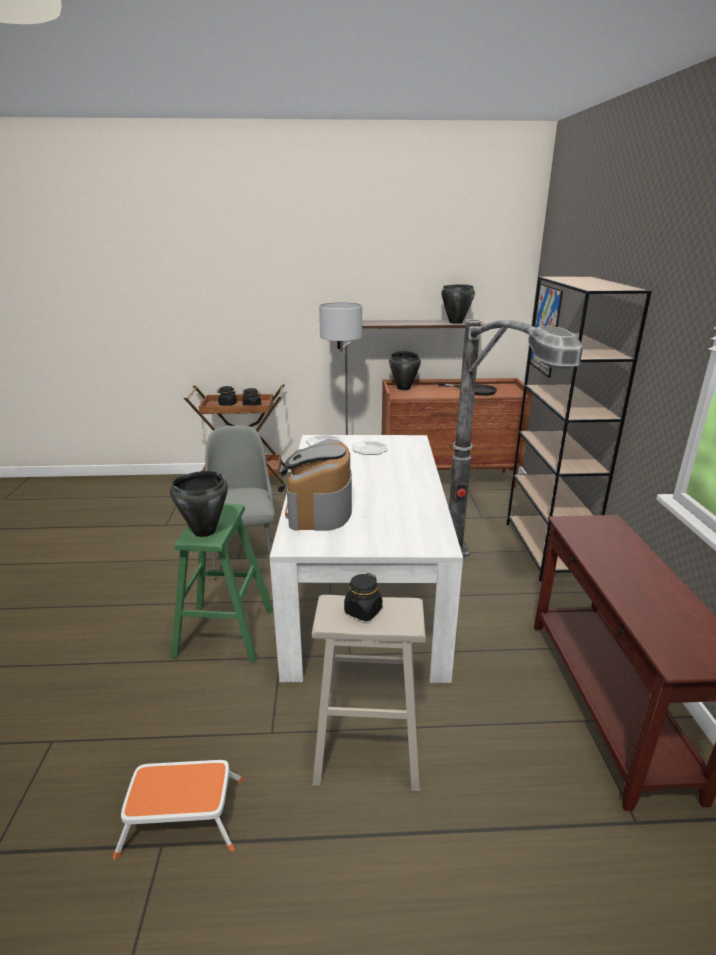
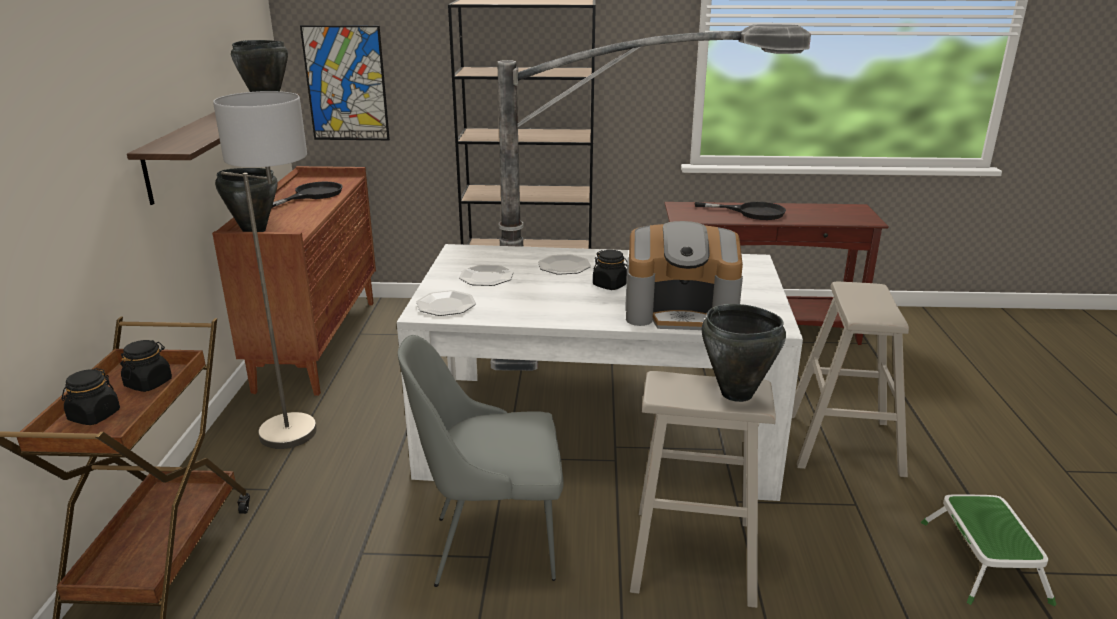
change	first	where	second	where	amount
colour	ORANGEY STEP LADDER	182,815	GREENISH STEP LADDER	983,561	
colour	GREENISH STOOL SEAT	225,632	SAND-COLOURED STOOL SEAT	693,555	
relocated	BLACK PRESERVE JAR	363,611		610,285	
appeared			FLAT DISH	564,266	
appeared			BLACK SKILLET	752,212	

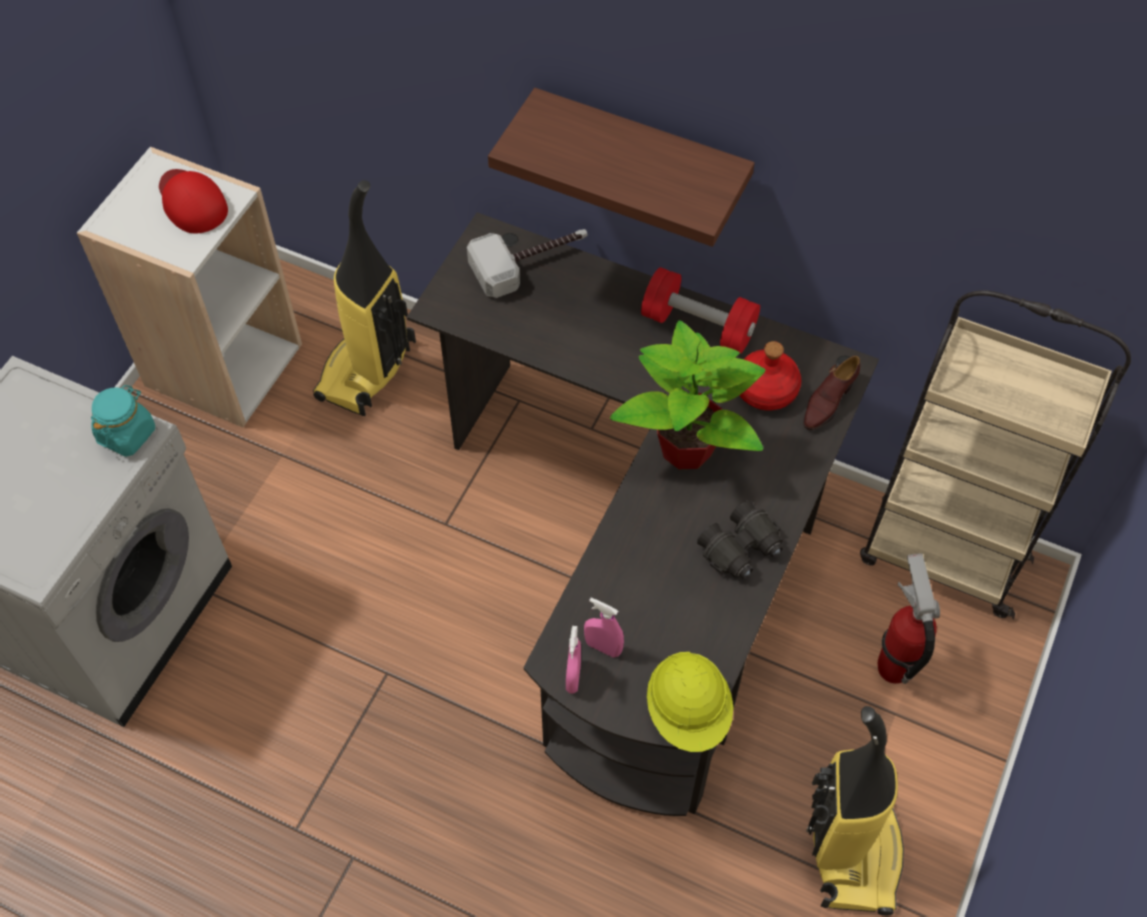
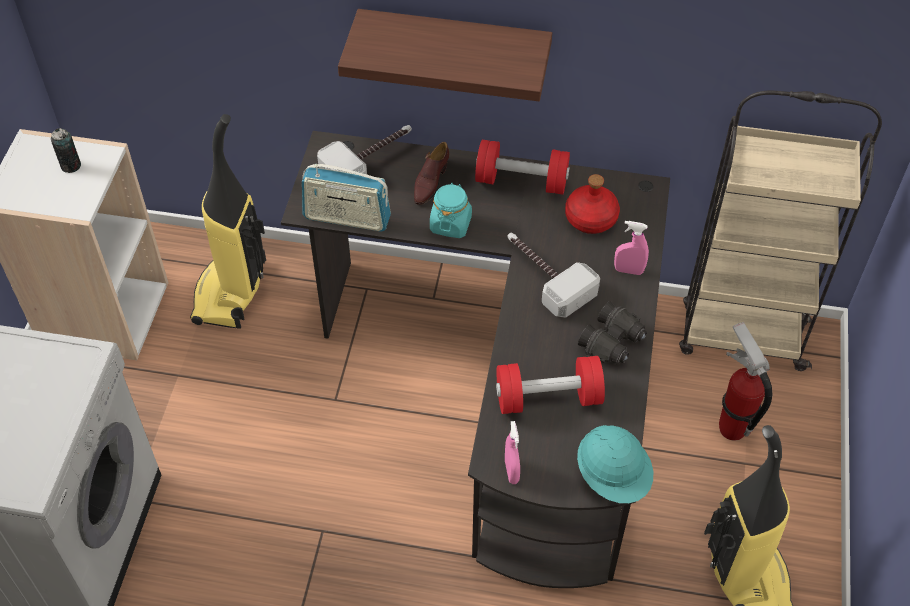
change	first	where	second	where	amount
relocated	TURQUOISE-COLOURED PRESERVE JAR	127,434		450,224	
exchanged	RED-COLOURED BASEBALL CAP	192,202	CAN	71,166	
relocated	PINKISH SPRAY BOTTLE	603,647		628,270	
exchanged	PLANT IN A POT	688,448	HAND HAMMER	544,275	
colour	YELLOW-COLOURED WORK HELMET	688,712	TURQUOISE-COLOURED WORK HELMET	613,476	
relocated	BROWN LOW SHOE	828,401		430,182	
appeared			RADIO	347,218	
appeared			RED-COLOURED FREE WEIGHT	548,398	

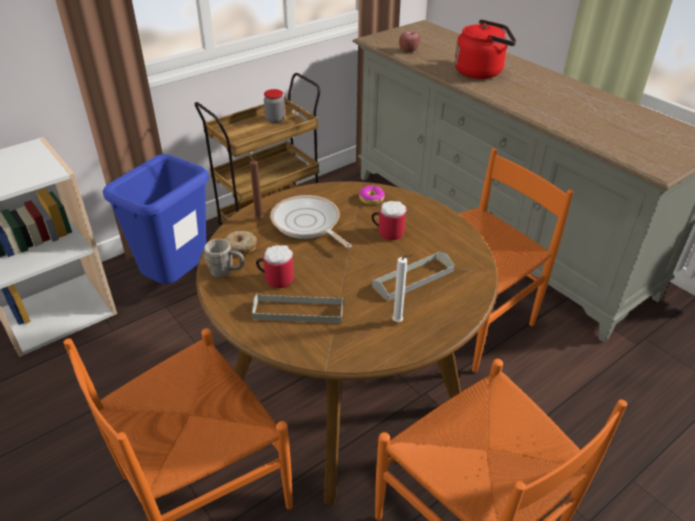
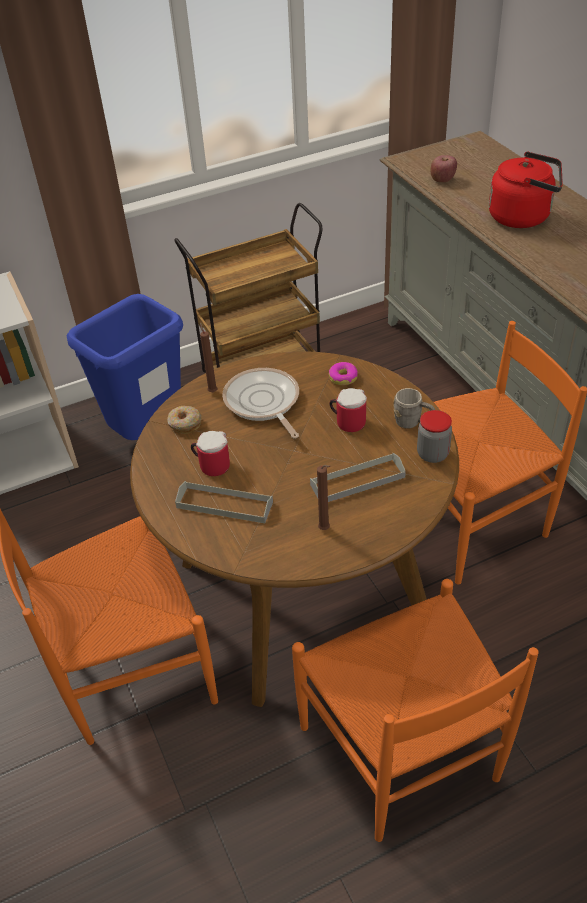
change	first	where	second	where	amount
relocated	GREY MUG	226,271		412,422	
relocated	PRESERVE JAR	275,119		432,454	
colour	WHITE CANDLE	399,322	BROWN CANDLE	325,530	

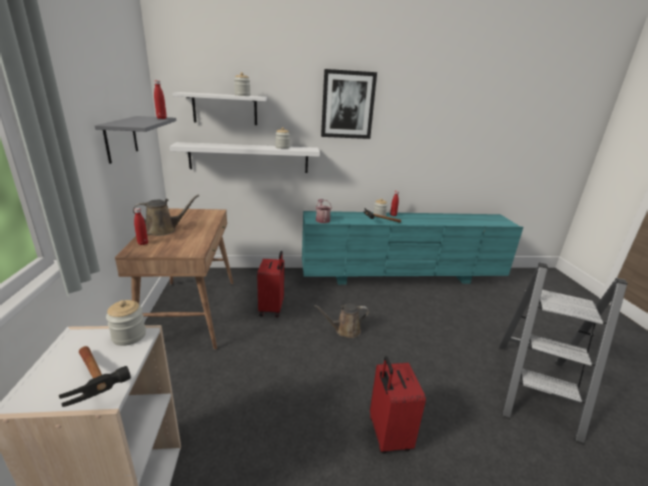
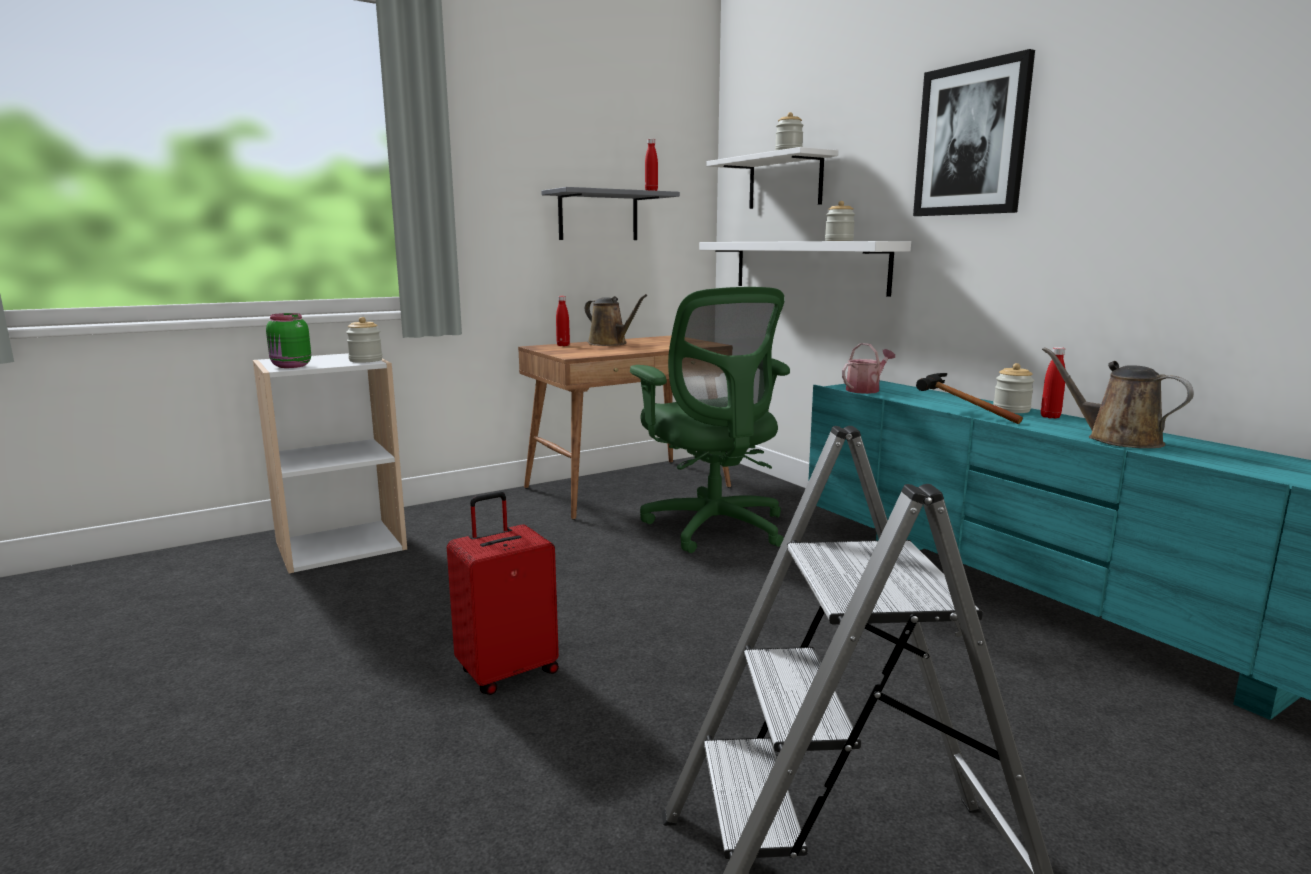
change	first	where	second	where	amount
exchanged	HAND HAMMER	99,388	GREENISH PRESERVE JAR	291,366	
exchanged	RED-COLOURED PIECE OF LUGGAGE	272,308	GREENISH OFFICE CHAIR	709,524	
relocated	BROWN WATERING CAN	345,330		1116,439	

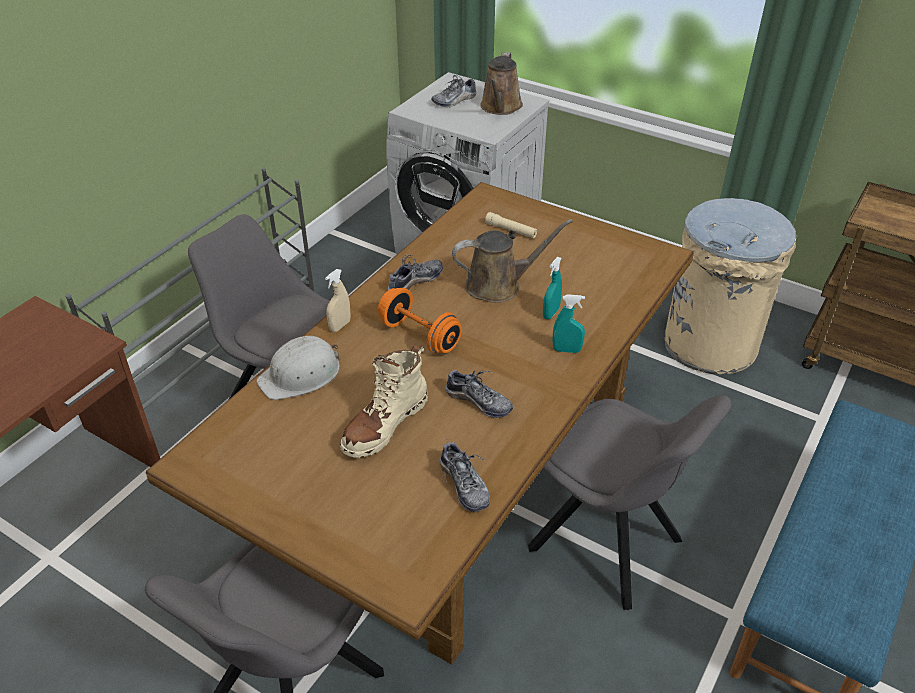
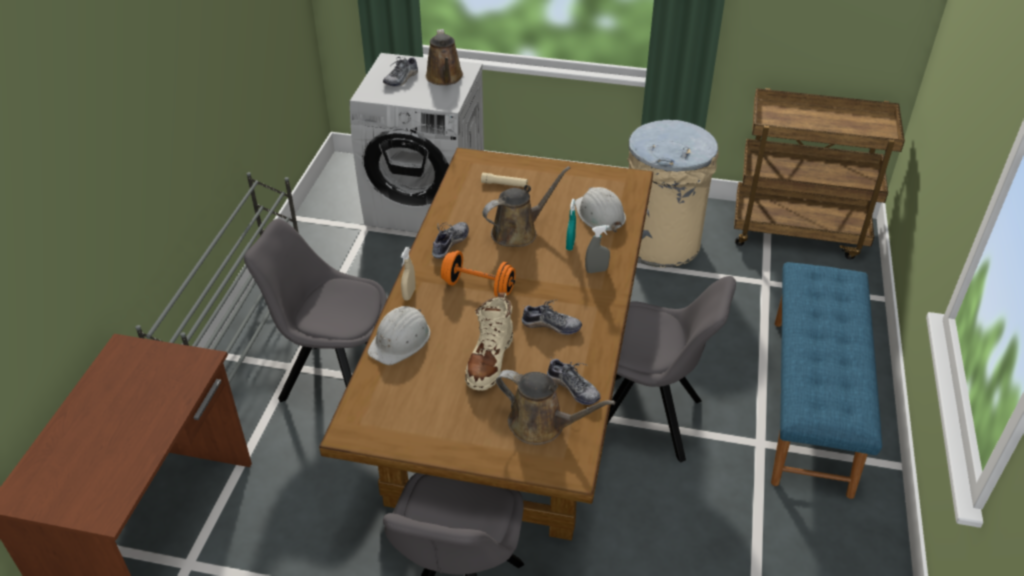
change	first	where	second	where	amount
colour	TURQUOISE-COLOURED SPRAY BOTTLE	566,350	GREY SPRAY BOTTLE	596,270	
appeared			BROWN WATERING CAN	542,425	
appeared			WHITE WORK HELMET	599,214	

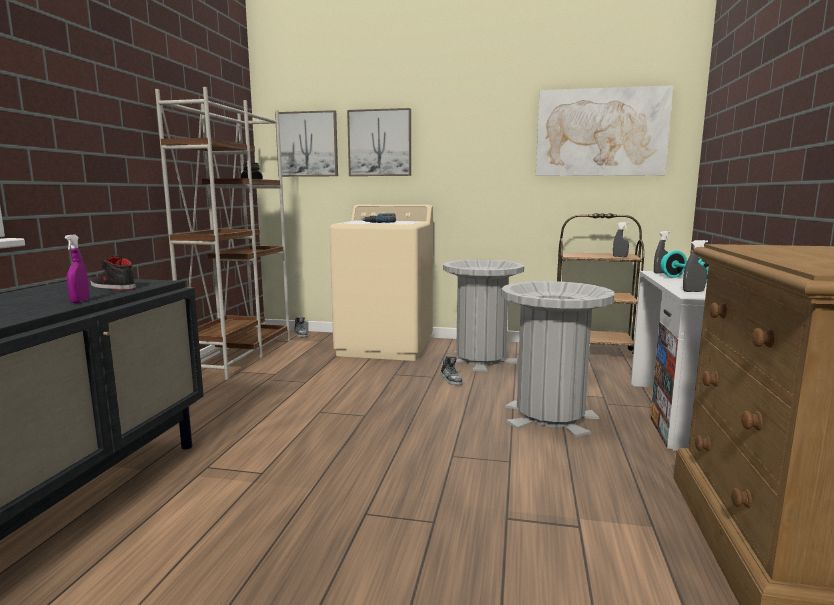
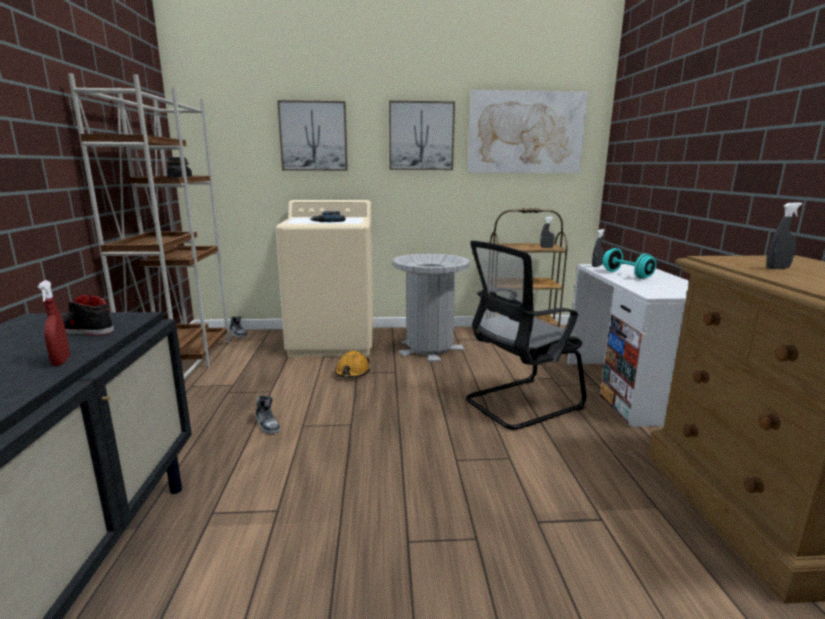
change	first	where	second	where	amount
colour	PURPLISH SPRAY BOTTLE	80,301	RED-COLOURED SPRAY BOTTLE	61,361	
relocated	PICTURE	307,144		421,136	
relocated	LOW SHOE	451,379		267,424	
exchanged	GREY WASTE BIN	550,416	CHAIR	519,404	
relocated	GREY SPRAY BOTTLE	693,291		777,268	
appeared			ORANGEY WORK HELMET	352,372	

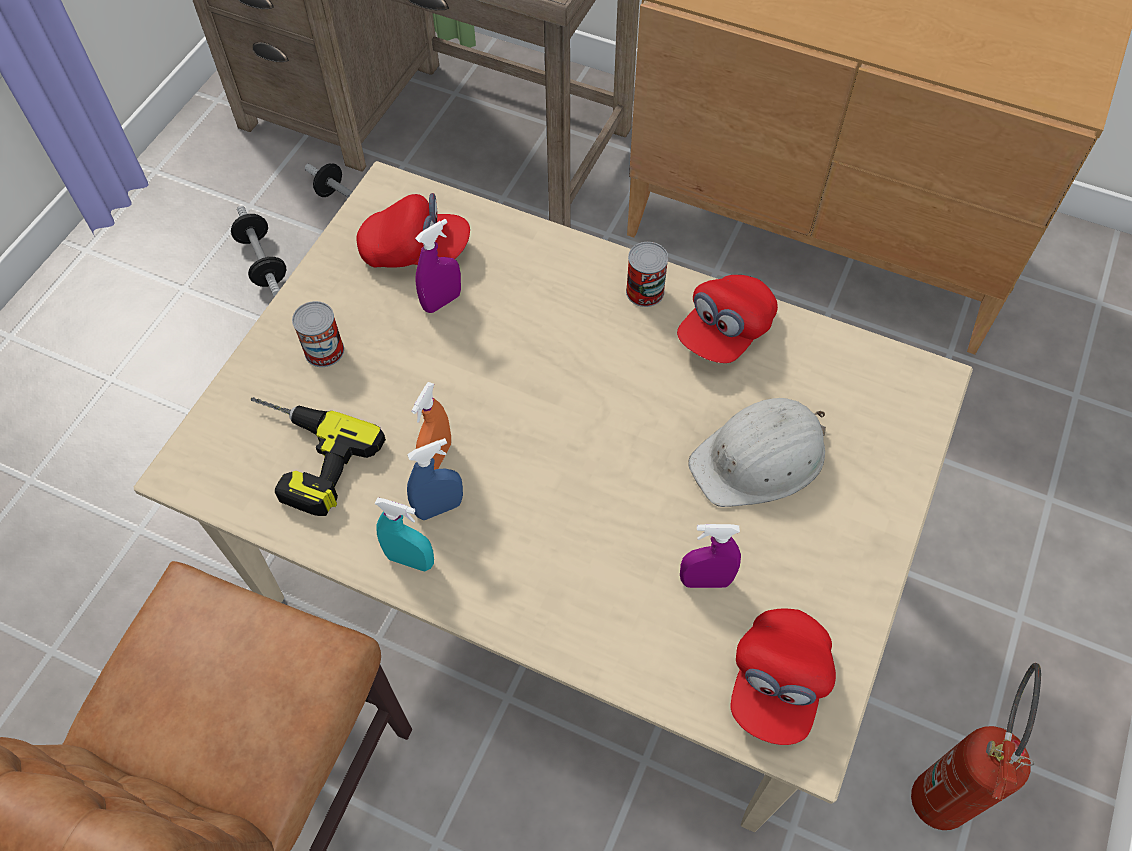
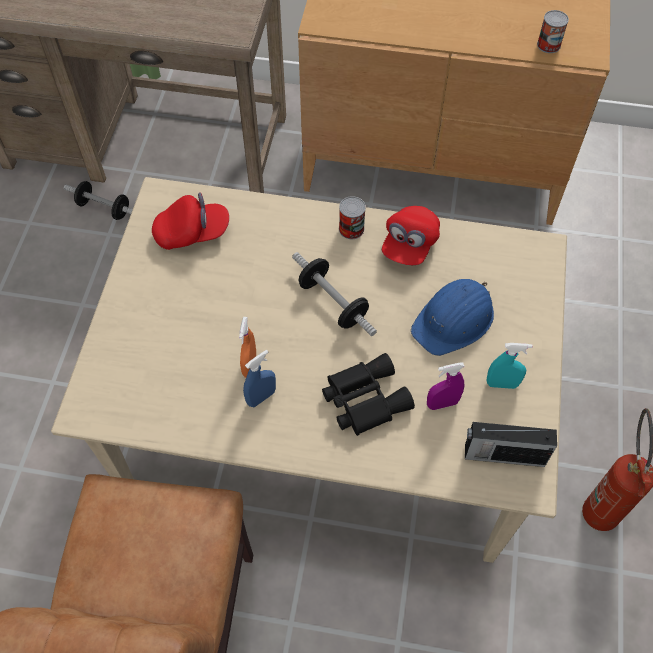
change	first	where	second	where	amount
relocated	FREE WEIGHT	263,262		333,303	
missing	DRILL	300,457			
relocated	CAN	324,350		548,45	
relocated	TURQUOISE-COLOURED SPRAY BOTTLE	410,560		502,384	
missing	PURPLISH SPRAY BOTTLE	442,301			
colour	WHITE WORK HELMET	760,458	BLUISH WORK HELMET	454,320	
exchanged	RED-COLOURED BASEBALL CAP	777,683	RADIO	502,454	
appeared			BLACK FIELD GLASSES	363,398	

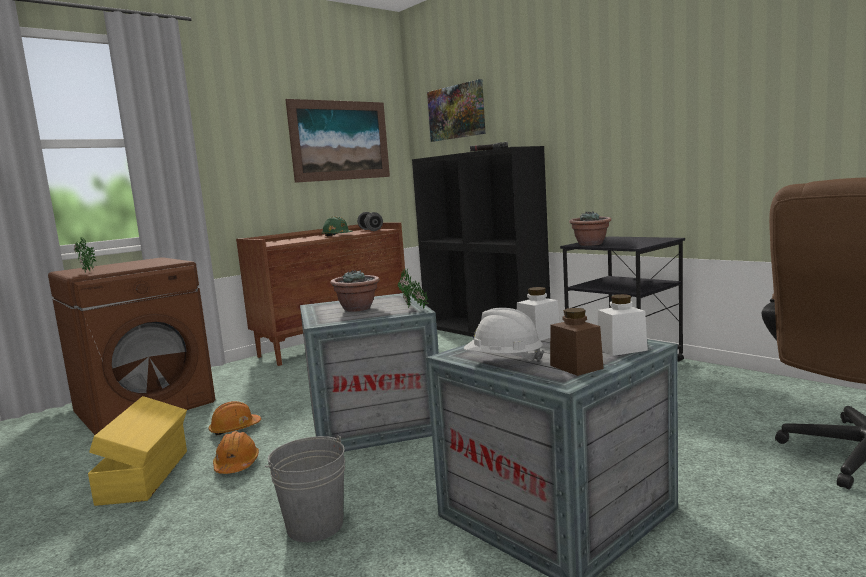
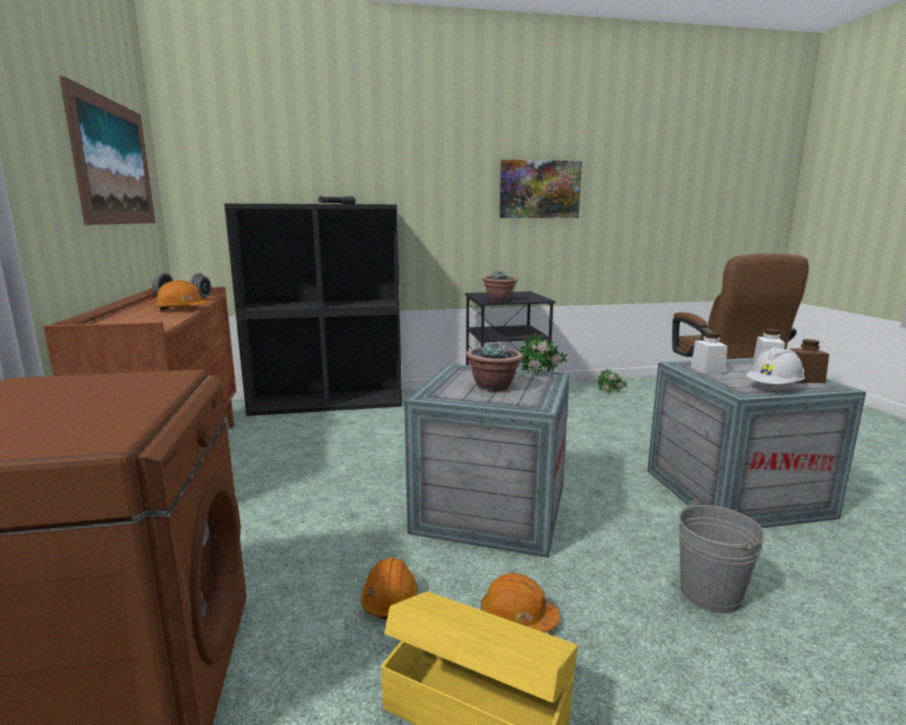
change	first	where	second	where	amount
relocated	PLANT IN A POT	87,273		611,393	
colour	GREENISH WORK HELMET	337,236	ORANGEY WORK HELMET	182,309	
relocated	PICTURE	456,112		539,189	

